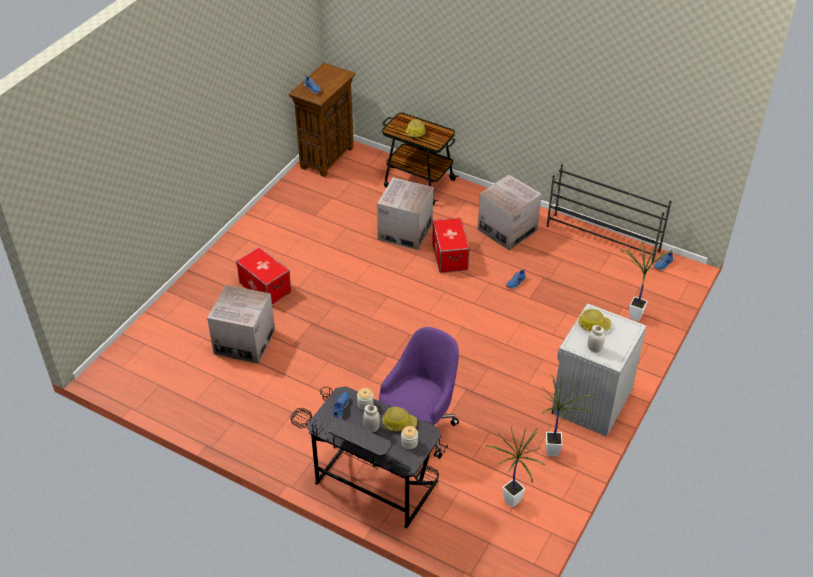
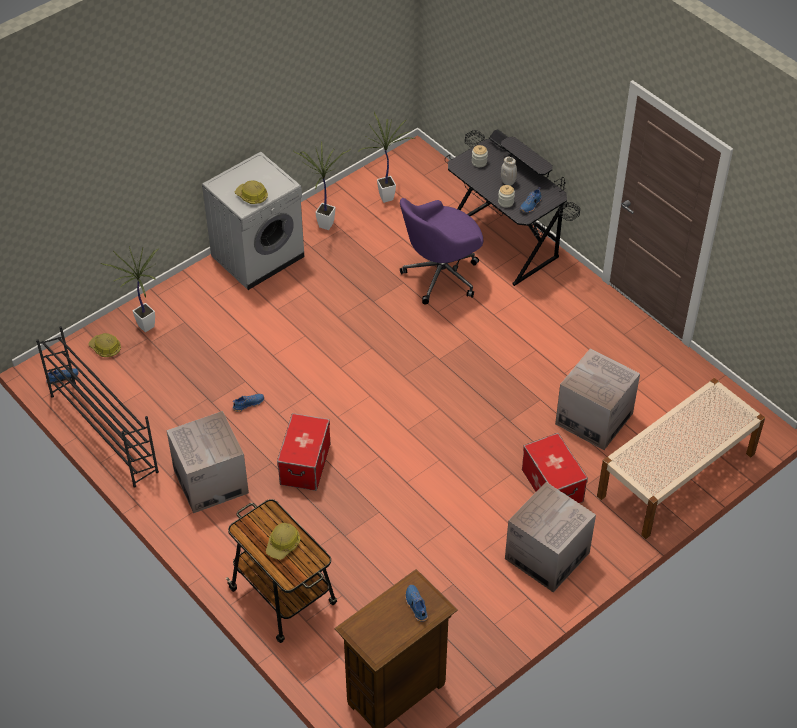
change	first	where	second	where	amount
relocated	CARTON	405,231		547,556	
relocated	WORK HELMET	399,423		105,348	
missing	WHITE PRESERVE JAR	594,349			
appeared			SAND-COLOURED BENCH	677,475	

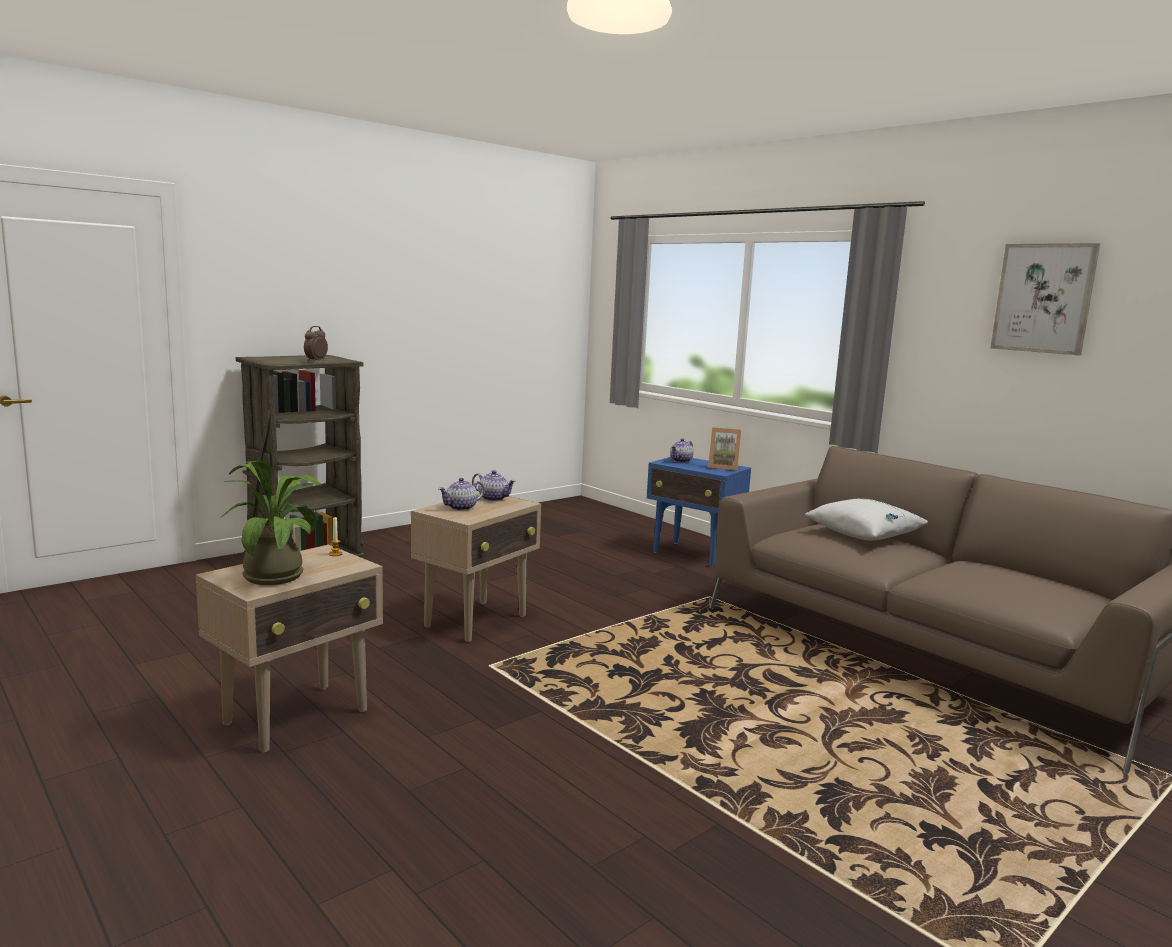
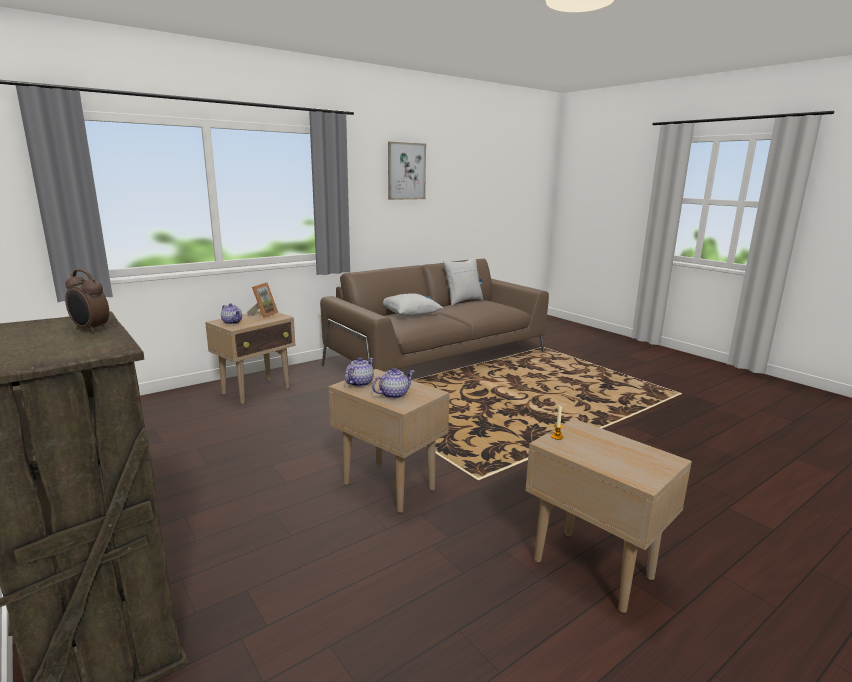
change	first	where	second	where	amount
missing	PLANT IN A POT	278,574			
spun	TEA POT	461,508		394,394	90 degrees counterclockwise
colour	BLUISH ACCENT TABLE	693,554	SAND-COLOURED ACCENT TABLE	257,390	
appeared			GREY THROW PILLOW	463,302	

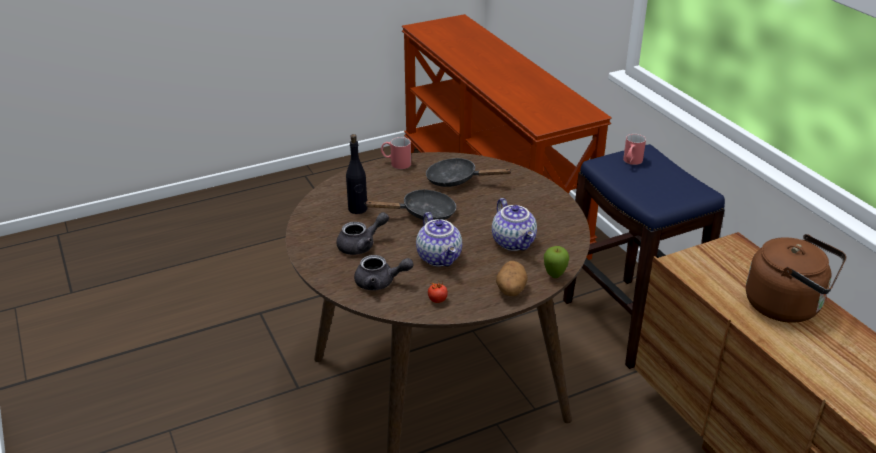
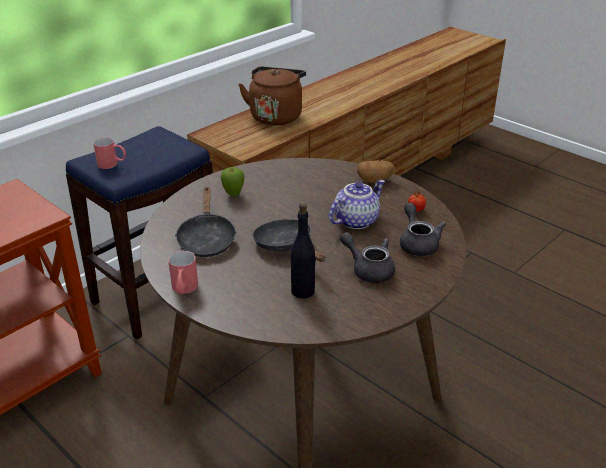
change	first	where	second	where	amount
missing	TEA POT	514,242			
relocated	APPLE	554,276		233,195	

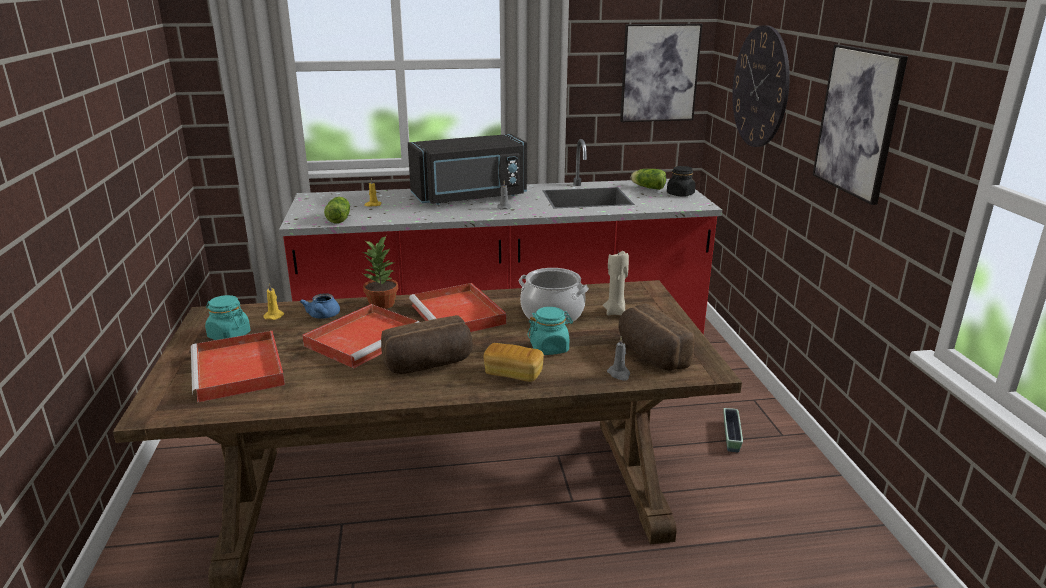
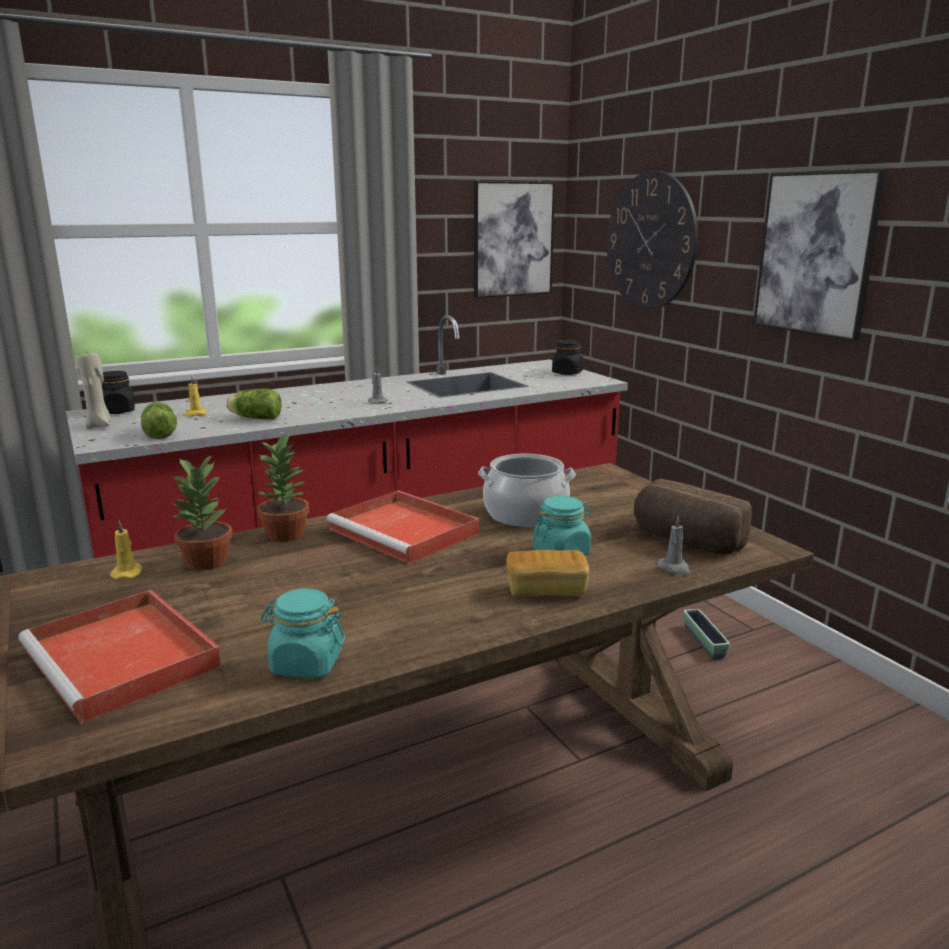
change	first	where	second	where	amount
relocated	TURQUOISE-COLOURED PRESERVE JAR	229,335		306,664	
exchanged	BLUISH TEA POT	323,316	PLANT IN A POT	207,562	
missing	RED-COLOURED TRAY	364,338			
missing	BAKED BREAD	429,365			
missing	BLACK MICROWAVE OVEN	470,197			
relocated	SAND-COLOURED CANDLE	615,312		99,425	
relocated	LETTUCE HEAD	647,187		254,418	
appeared			BLACK PRESERVE JAR	117,411	

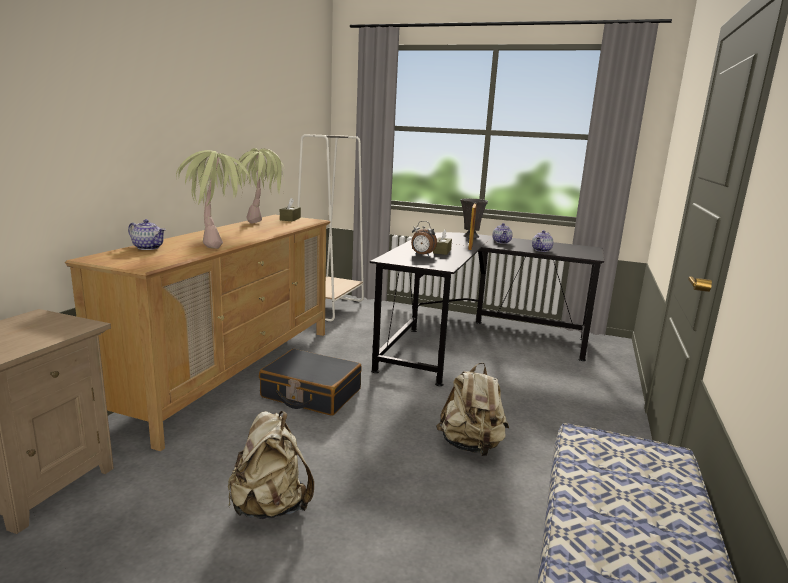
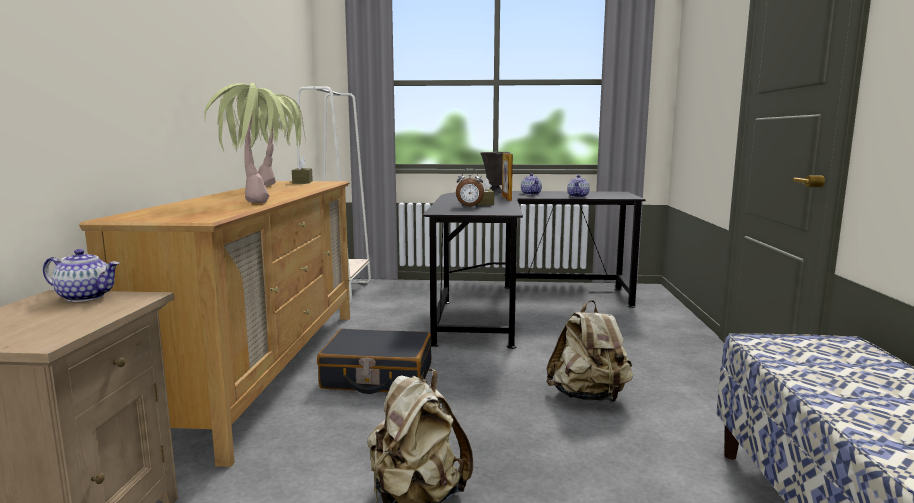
change	first	where	second	where	amount
relocated	TEA POT	149,248		86,297	

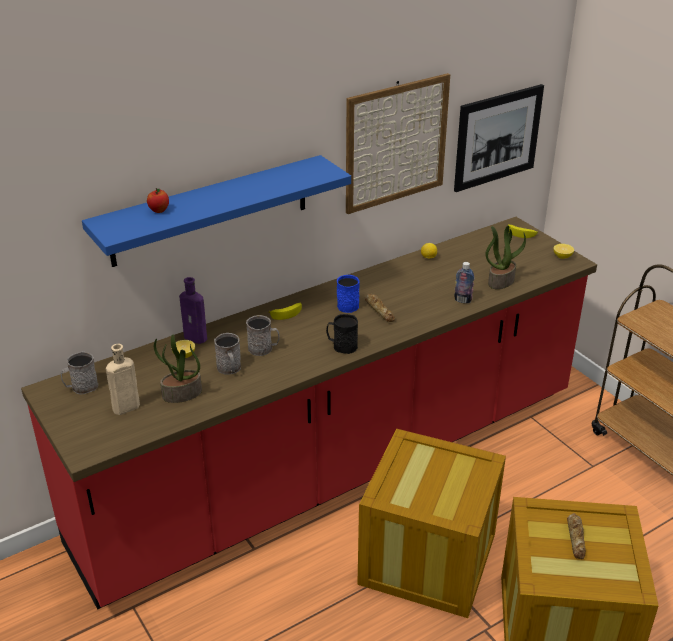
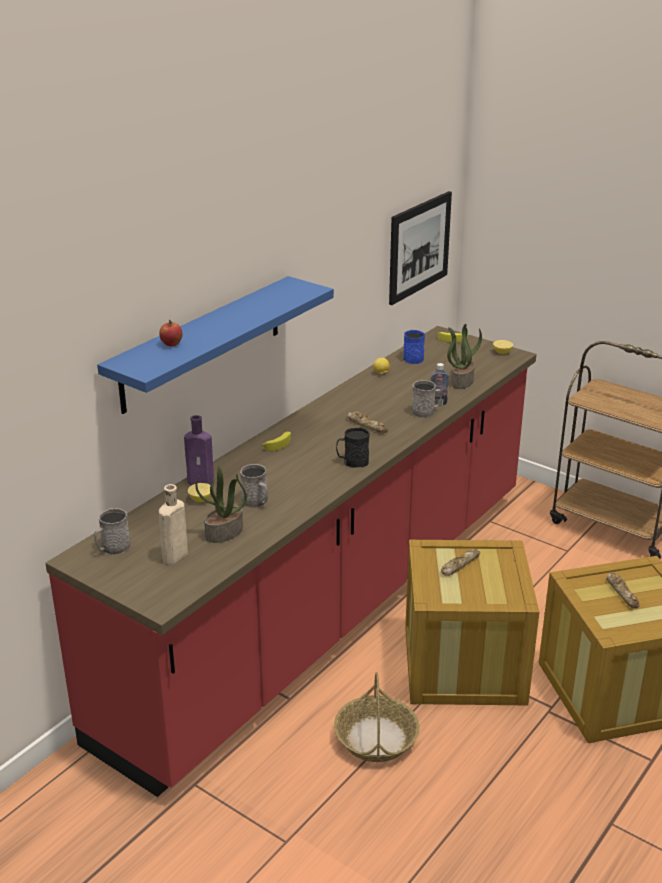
change	first	where	second	where	amount
relocated	GREY MUG	263,349		426,412	
relocated	BLUISH MUG	347,304		411,358	
missing	PICTURE	396,141			
appeared			STORAGE BASKET	375,738	
appeared			BAKED BREAD	459,565	

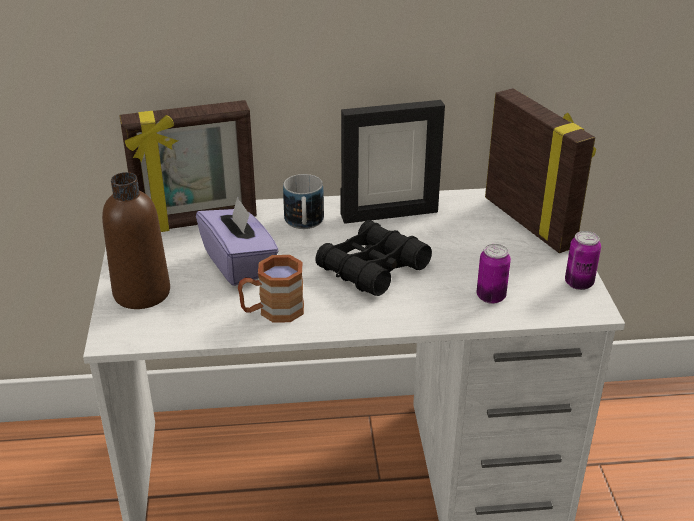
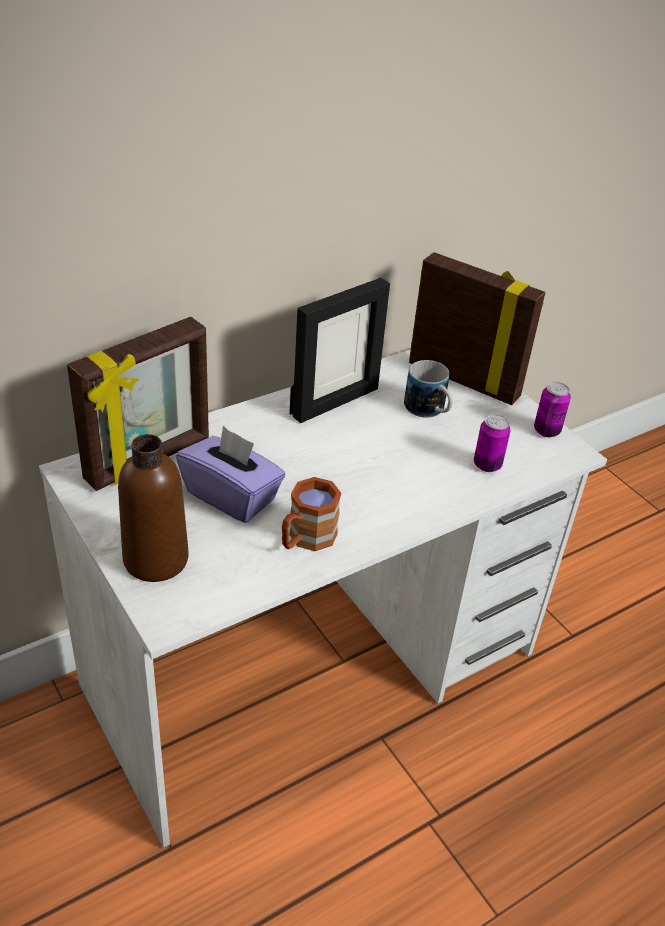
change	first	where	second	where	amount
relocated	MUG	304,224		429,411	
missing	BLACK FIELD GLASSES	372,268			

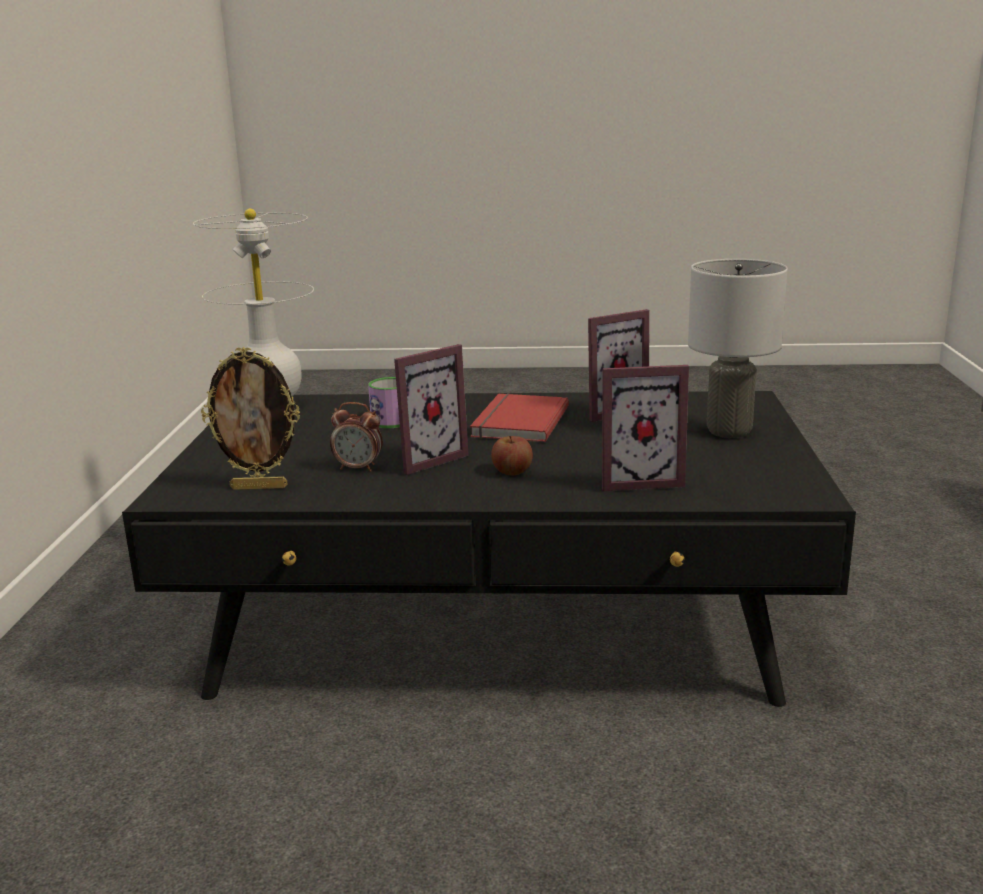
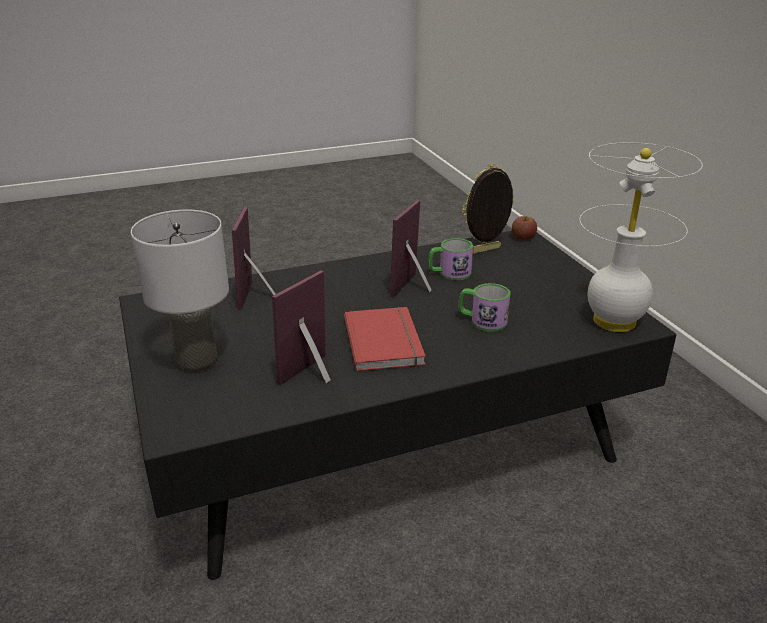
change	first	where	second	where	amount
exchanged	ALARM CLOCK	358,468	MUG	449,273	
relocated	APPLE	512,471		523,238	
spun	STANDING FRAME	639,480		259,296	60 degrees counterclockwise

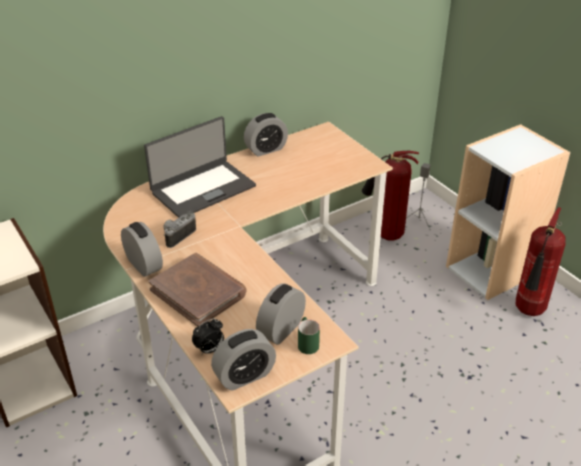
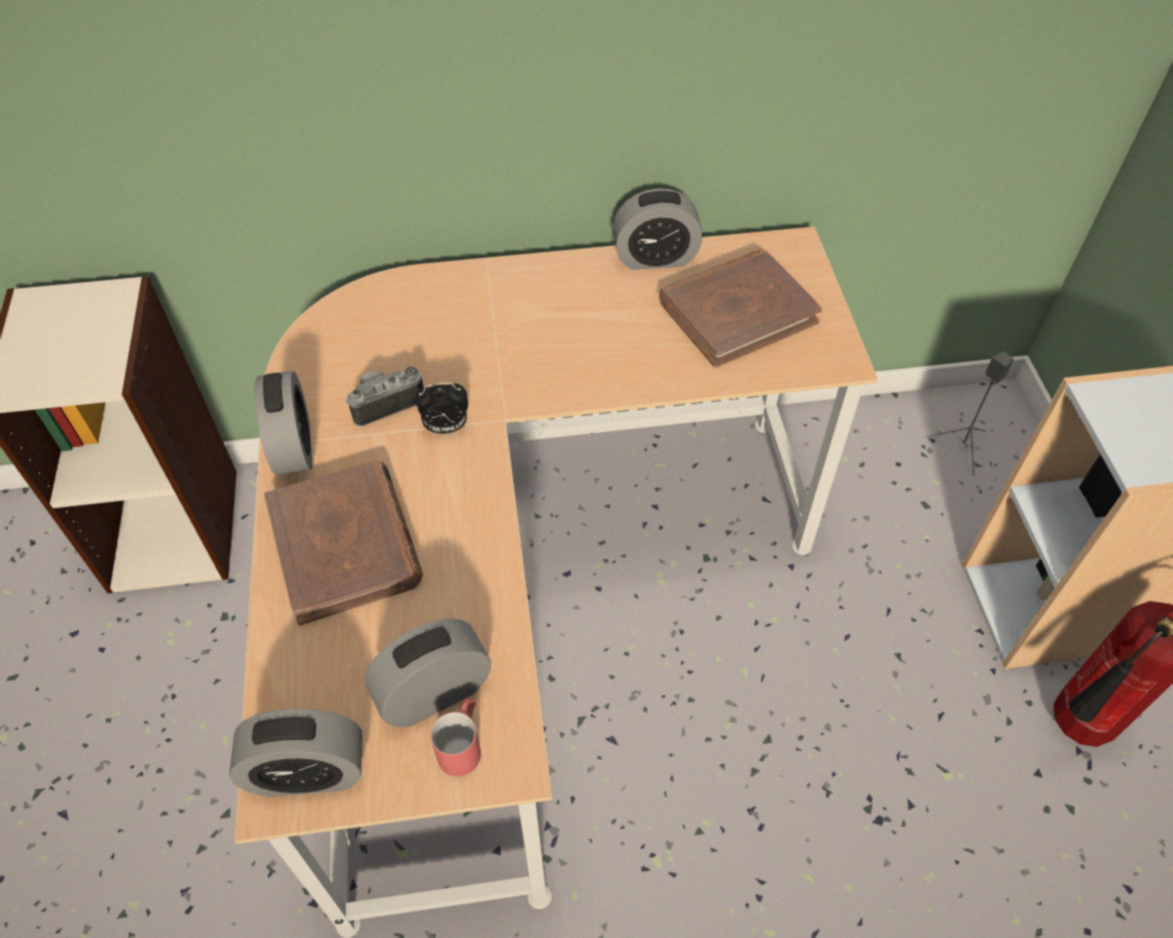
change	first	where	second	where	amount
missing	NOTEBOOK COMPUTER	202,189			
relocated	ALARM CLOCK	209,350		445,427	
colour	GREENISH MUG	307,342	RED-COLOURED MUG	462,744	
missing	FIRE-FIGHTING CYLINDER	386,235			
appeared			BROWN BOUND BOOK	737,311	

